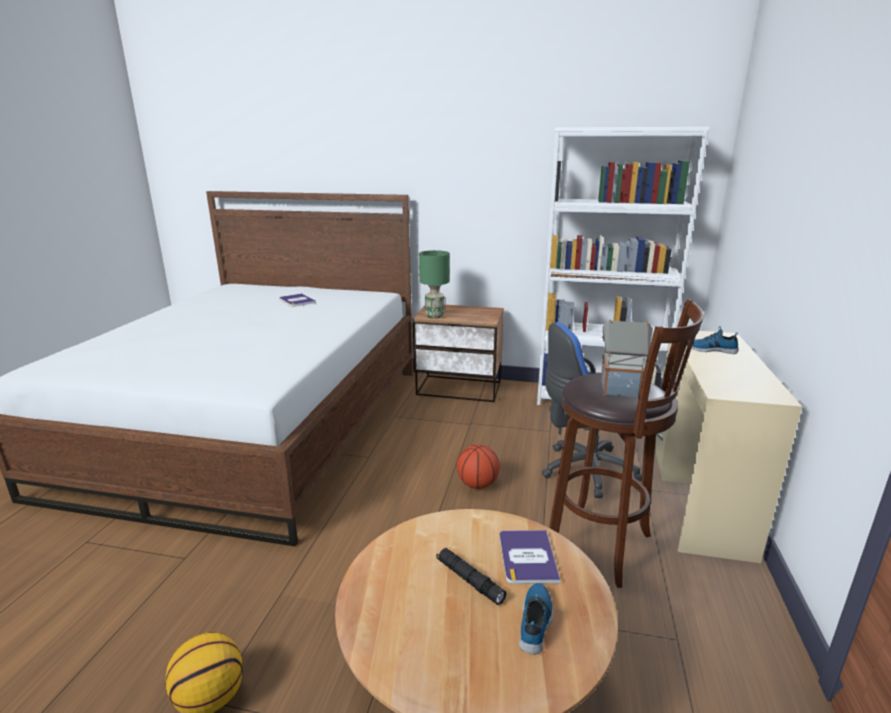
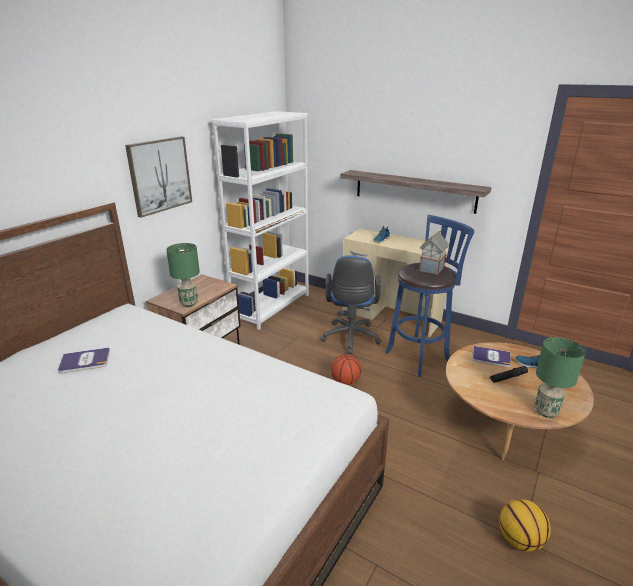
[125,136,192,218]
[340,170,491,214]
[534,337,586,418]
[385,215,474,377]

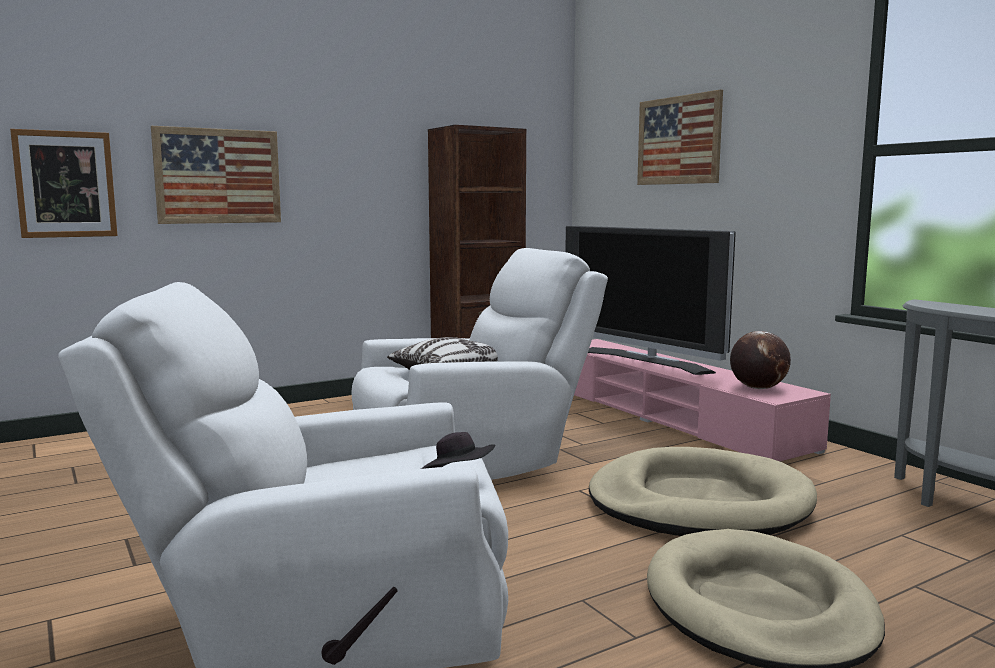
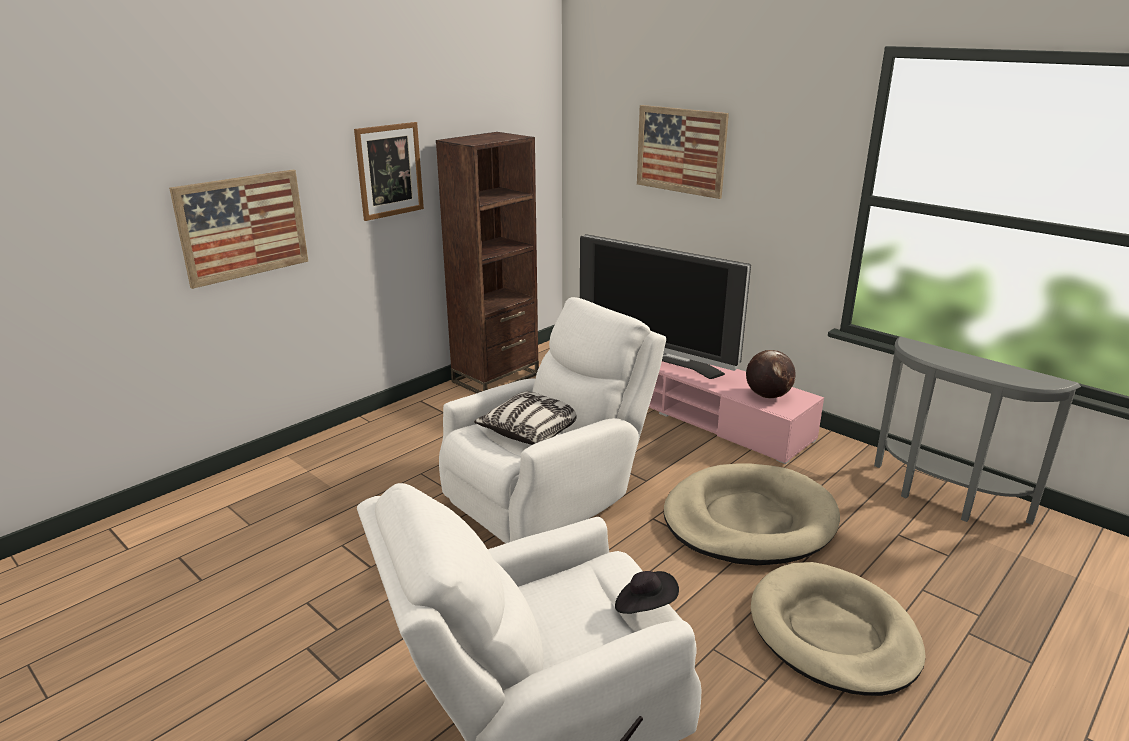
[354,122,424,221]

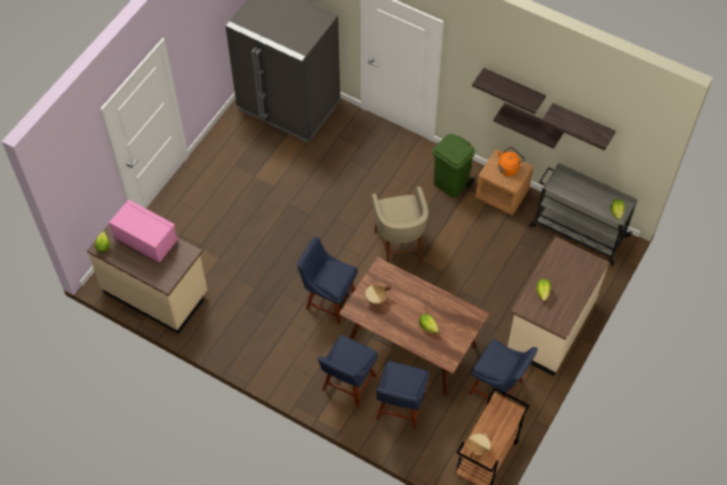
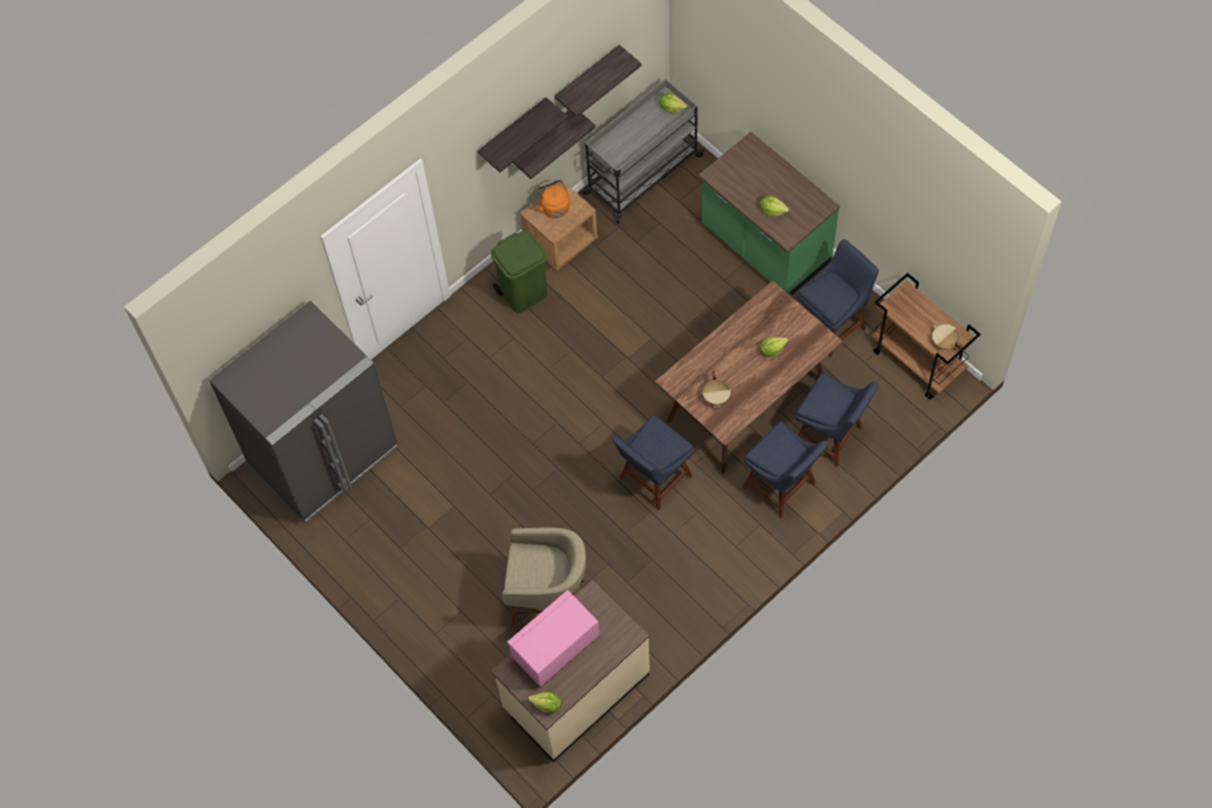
[502,528,586,626]
[699,132,840,295]

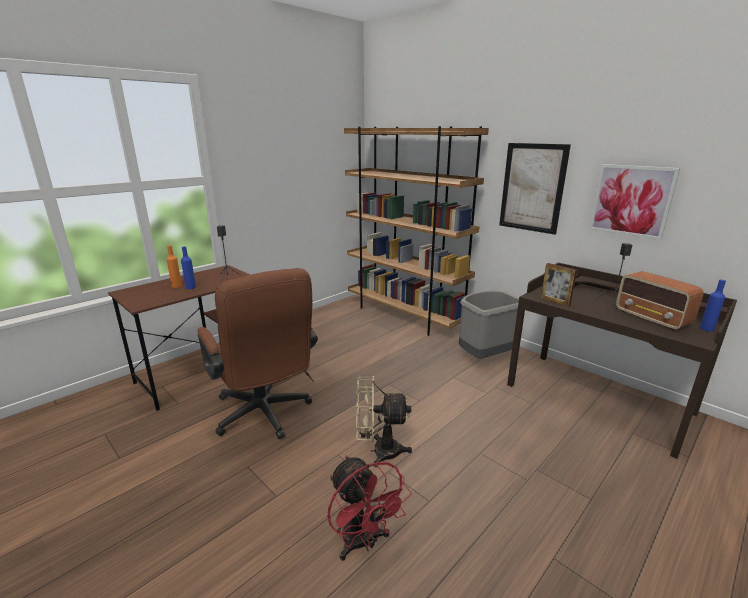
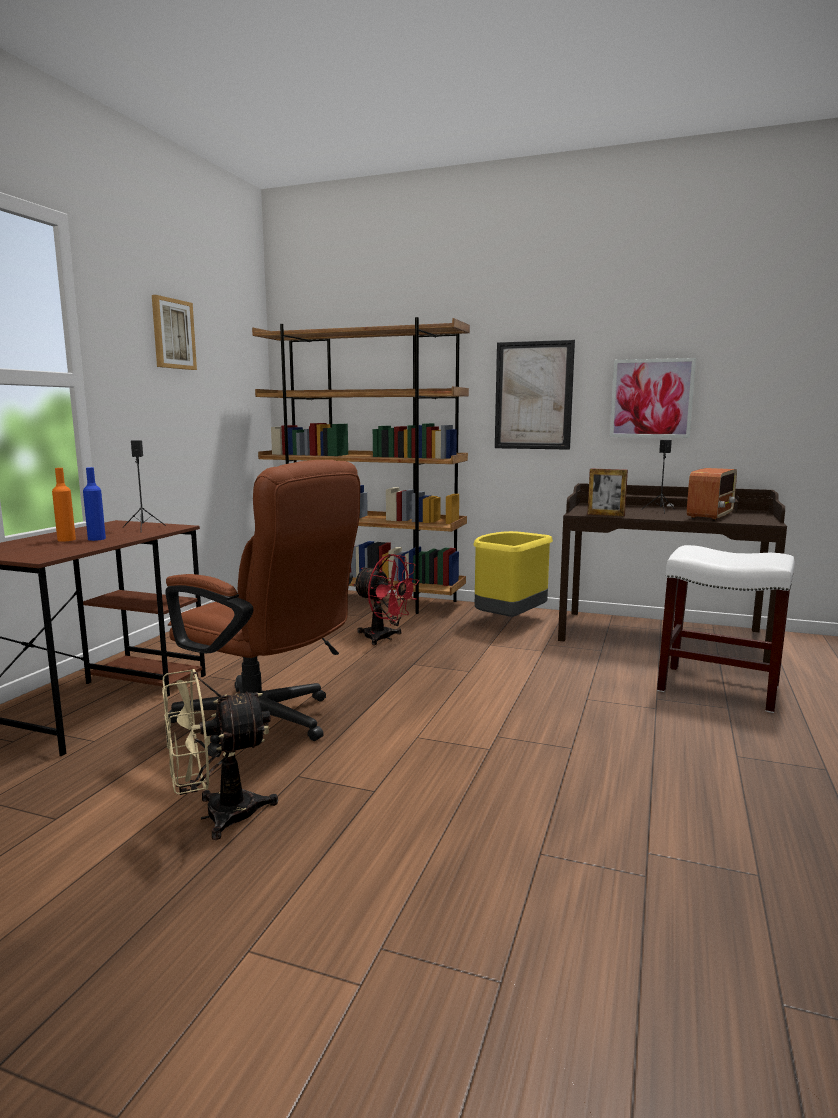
[700,280,726,331] (first image)
[152,295,197,370]
[657,545,795,713]
[352,554,419,645]
[162,669,278,840]
[474,531,553,617]
[687,468,737,521]

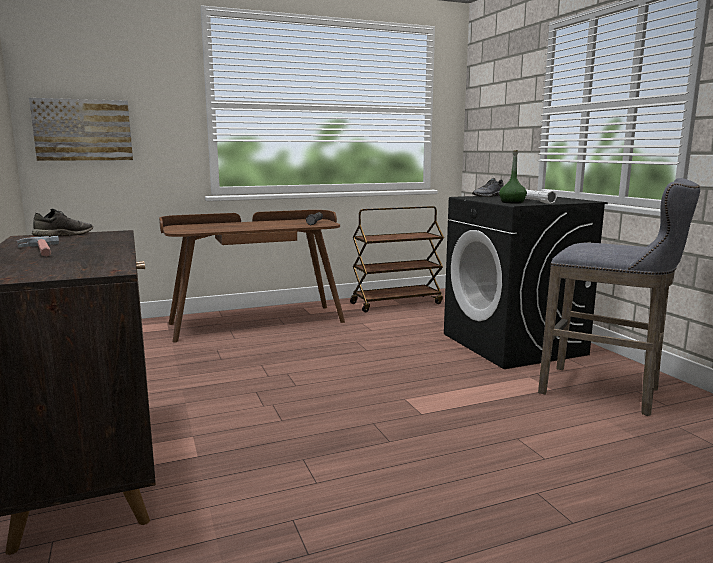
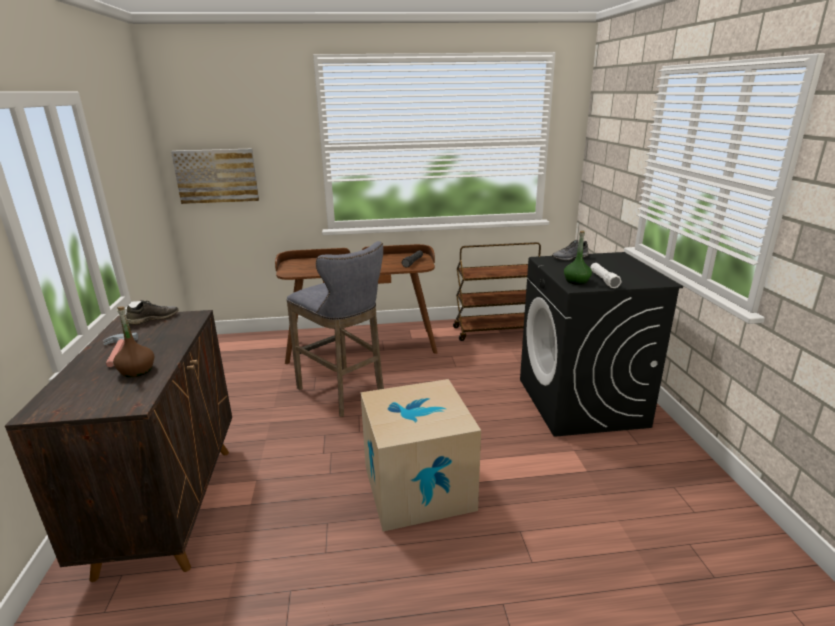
[113,306,154,377]
[360,379,481,532]
[287,241,384,417]

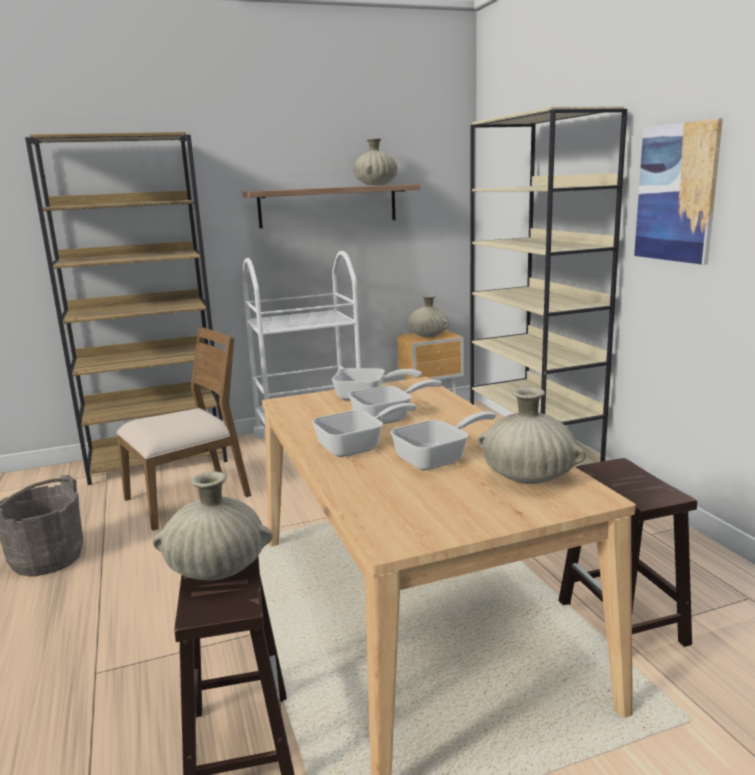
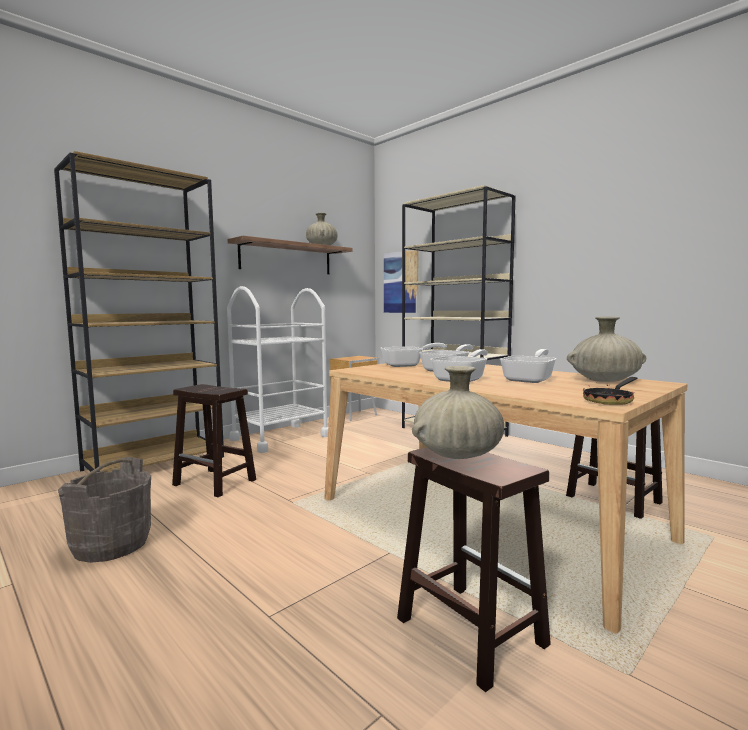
[407,295,449,337] (first image)
[583,377,637,405]
[384,250,418,313]
[172,384,256,497]

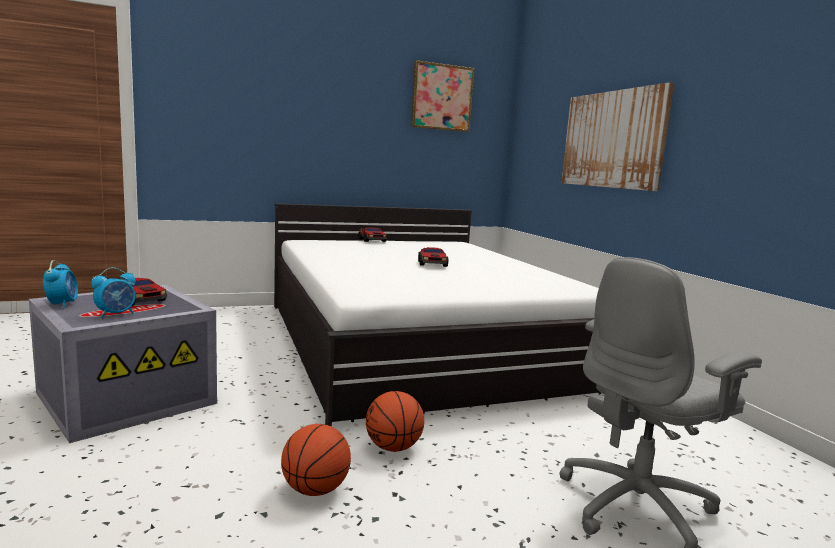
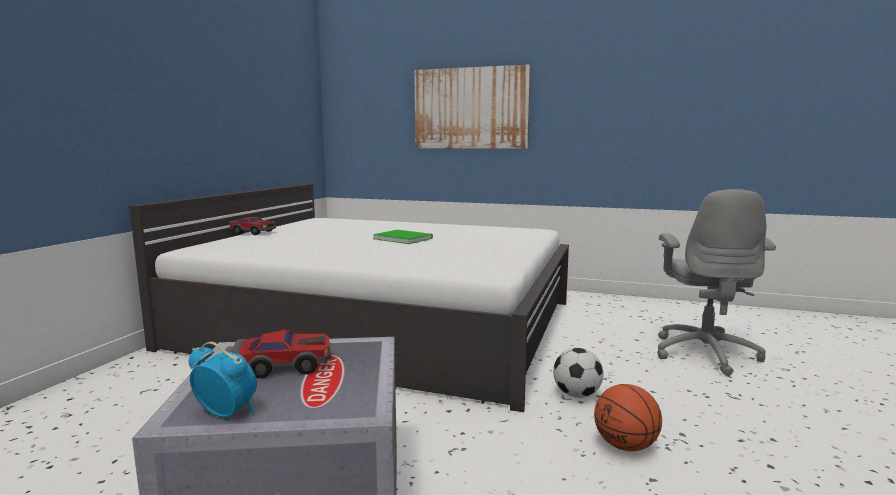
[91,267,135,318] (first image)
[411,60,474,132] (first image)
[553,348,603,398]
[373,230,433,244]

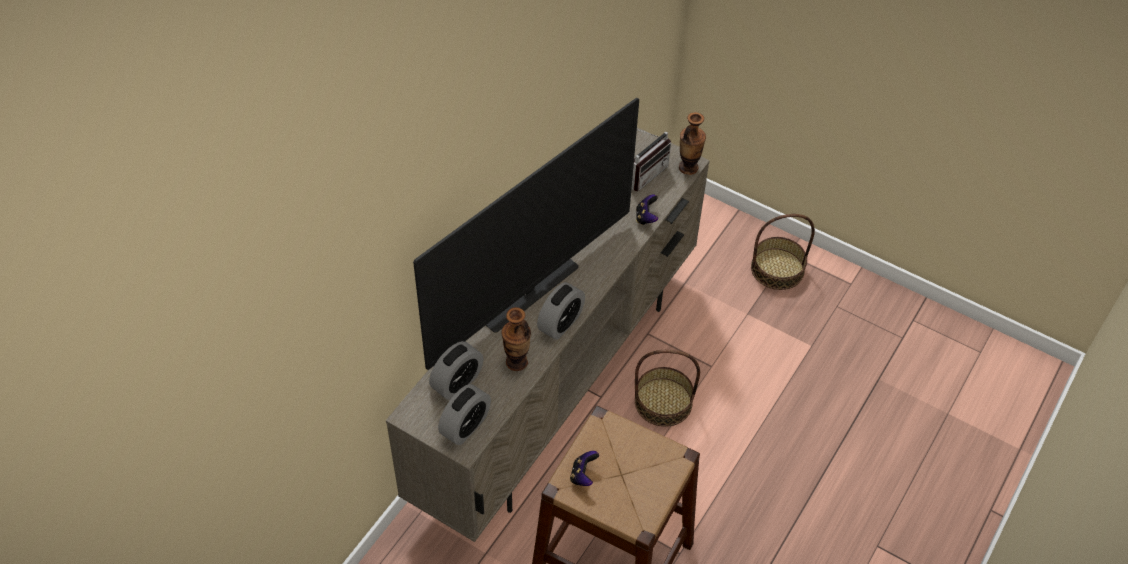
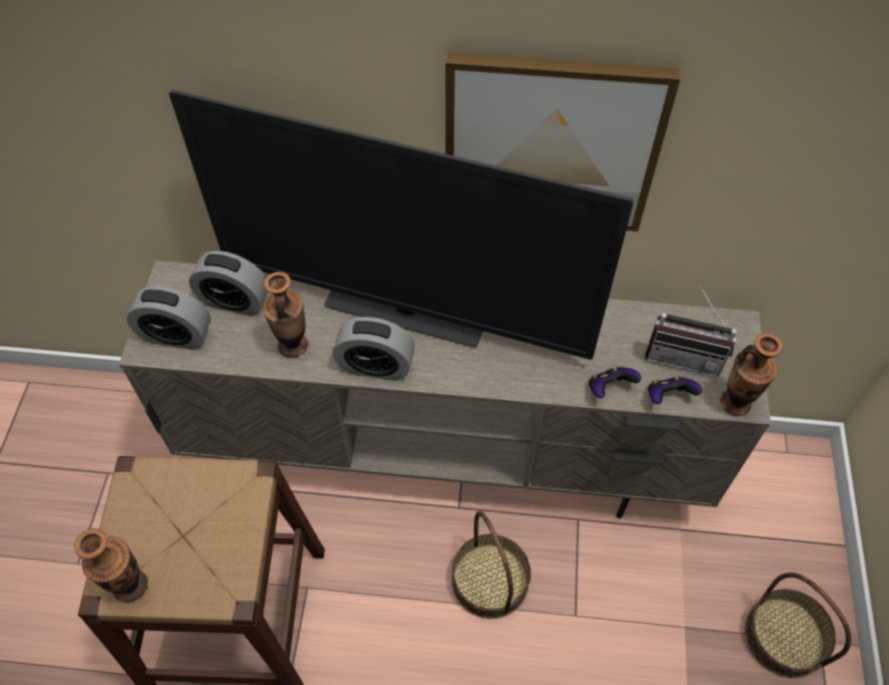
[74,529,148,603]
[445,52,680,231]
[648,376,702,404]

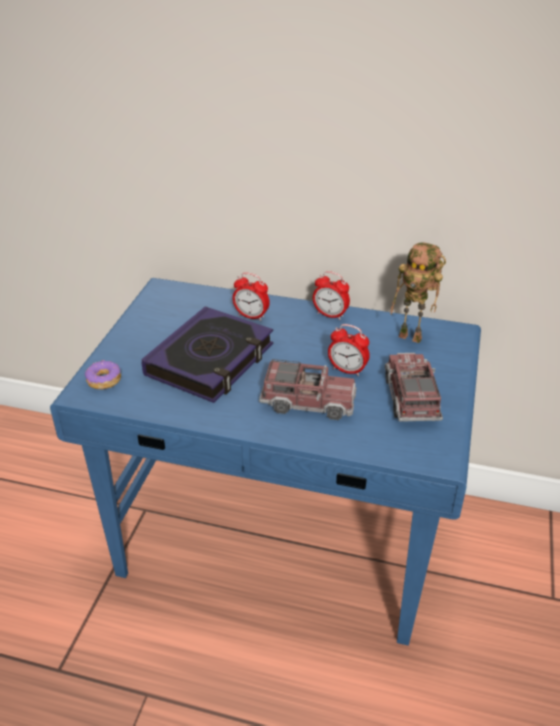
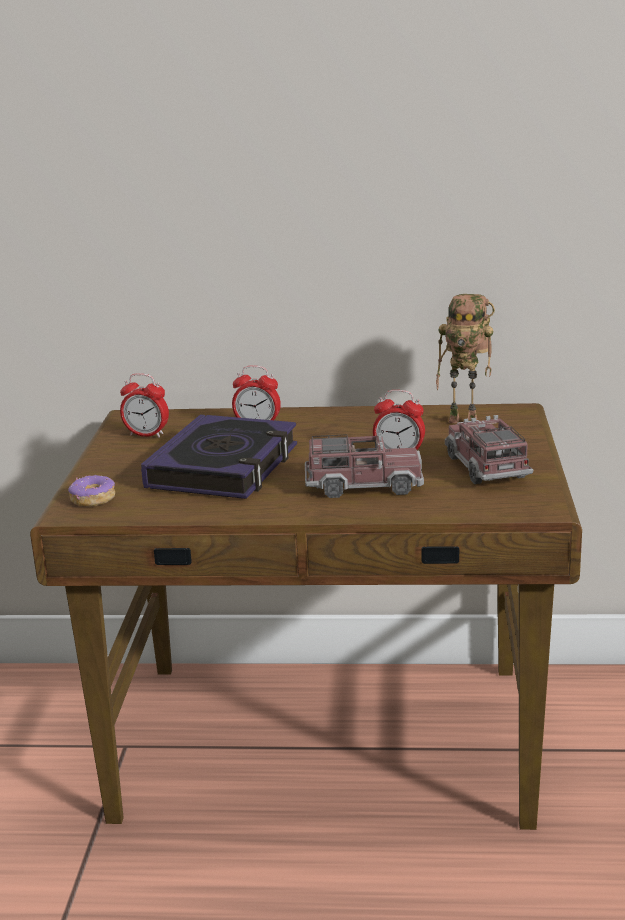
[120,373,169,438]
[30,403,582,830]

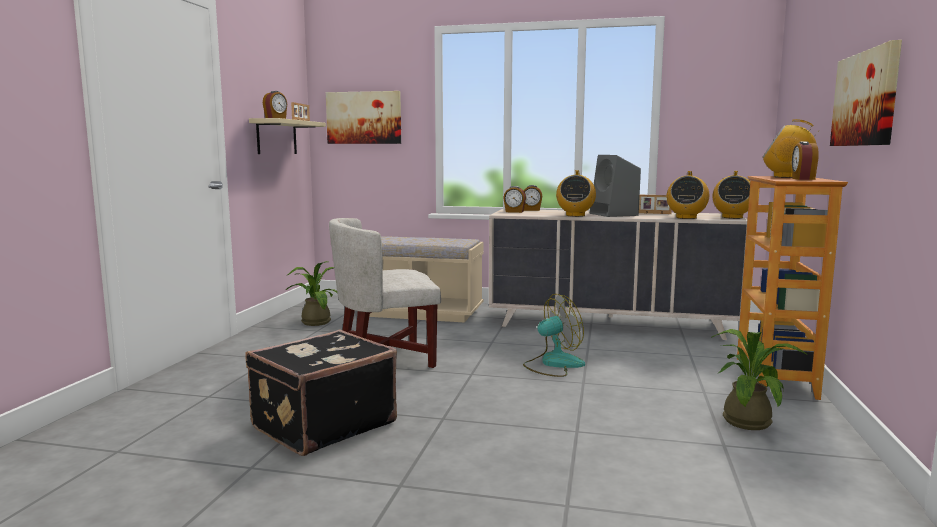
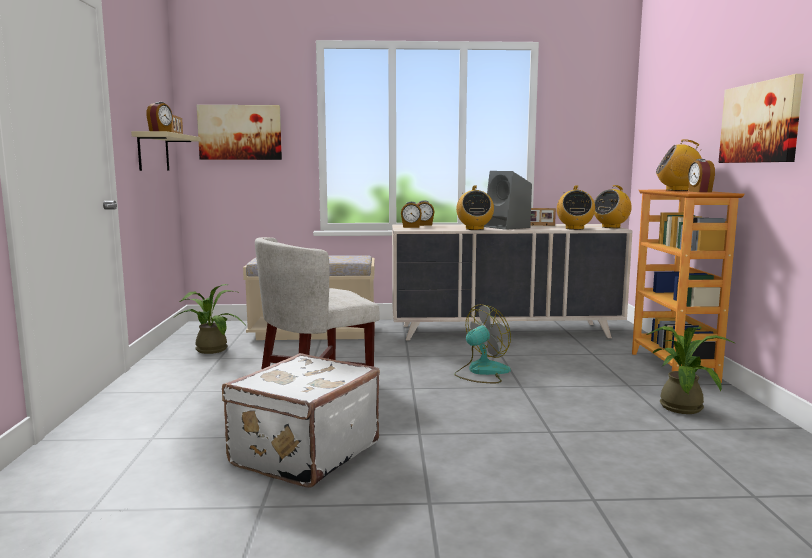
[222,353,380,488]
[594,185,632,228]

